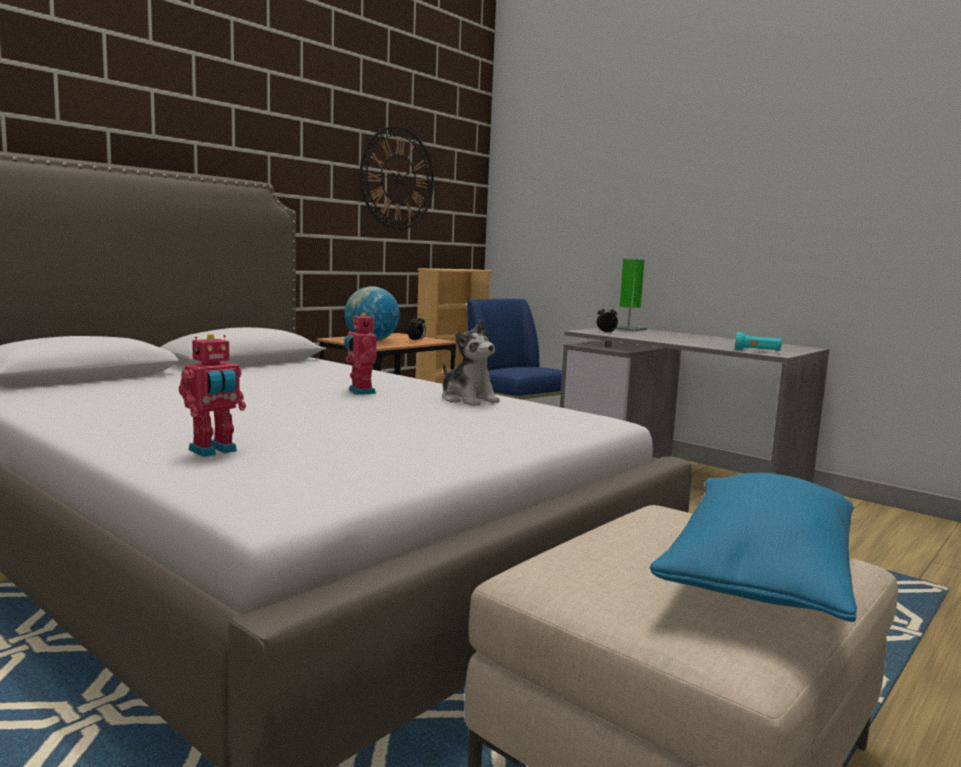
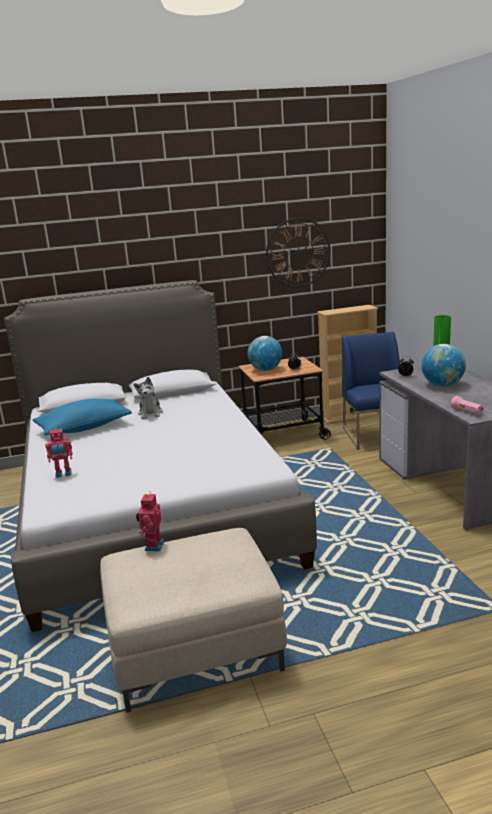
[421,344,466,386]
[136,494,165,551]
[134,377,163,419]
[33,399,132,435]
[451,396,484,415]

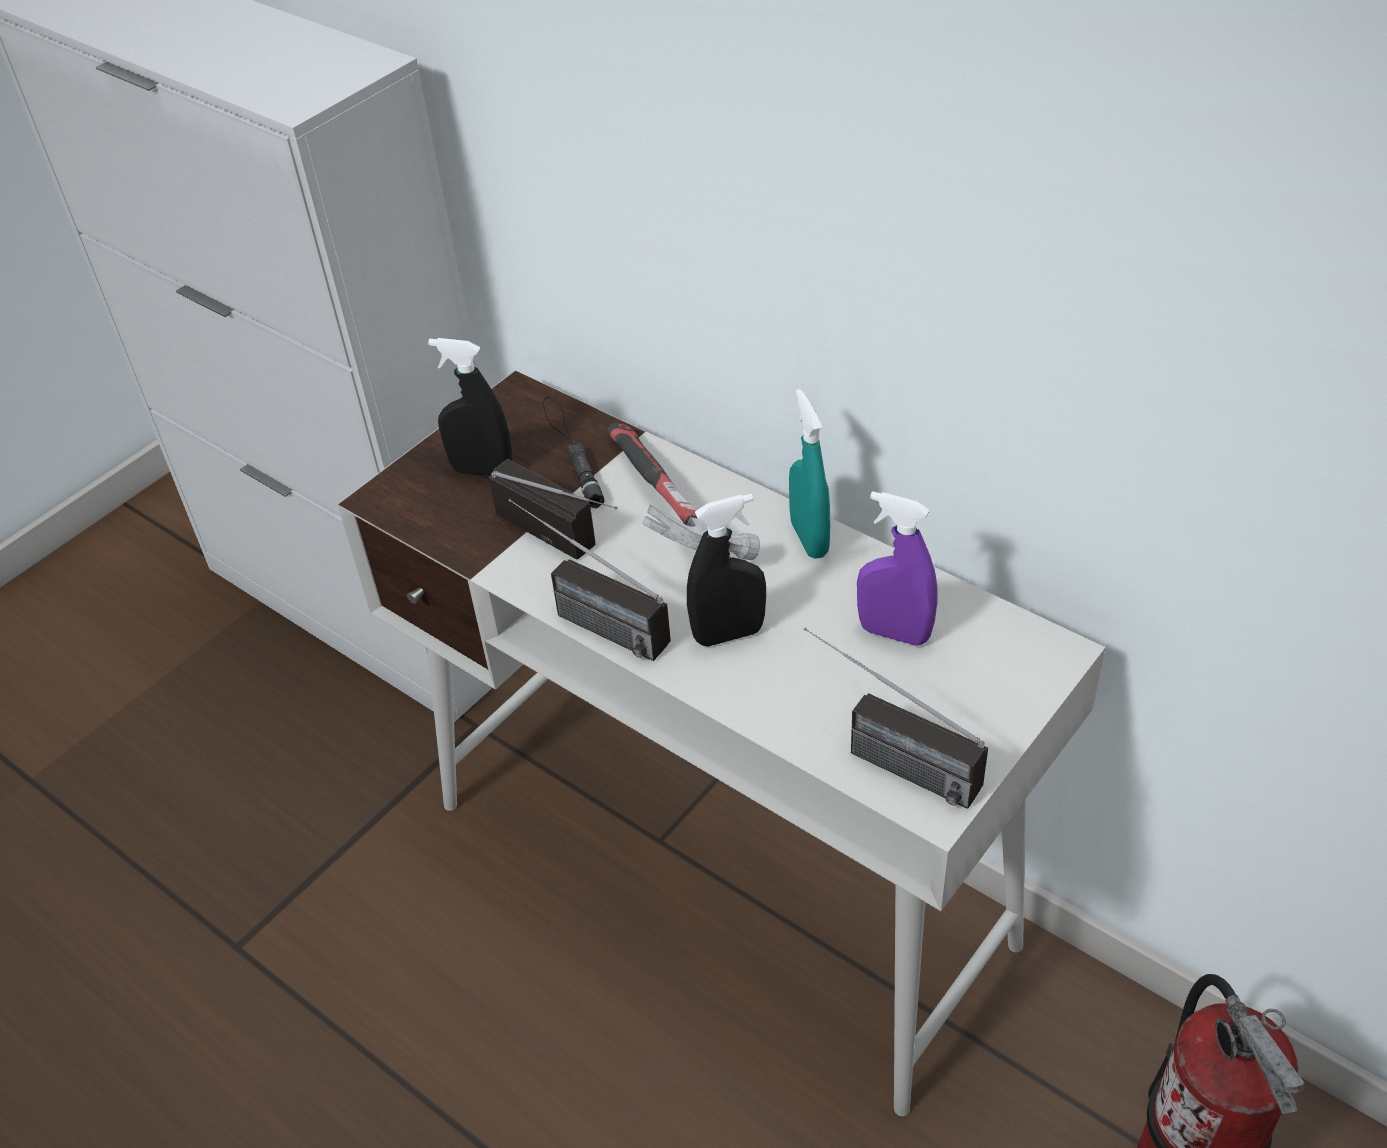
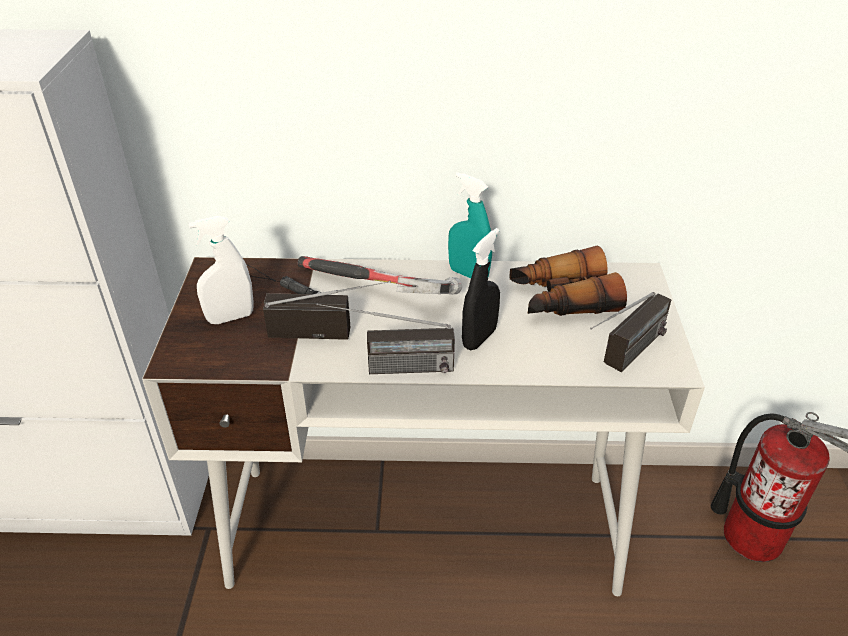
[509,246,627,316]
[188,216,254,324]
[590,292,671,372]

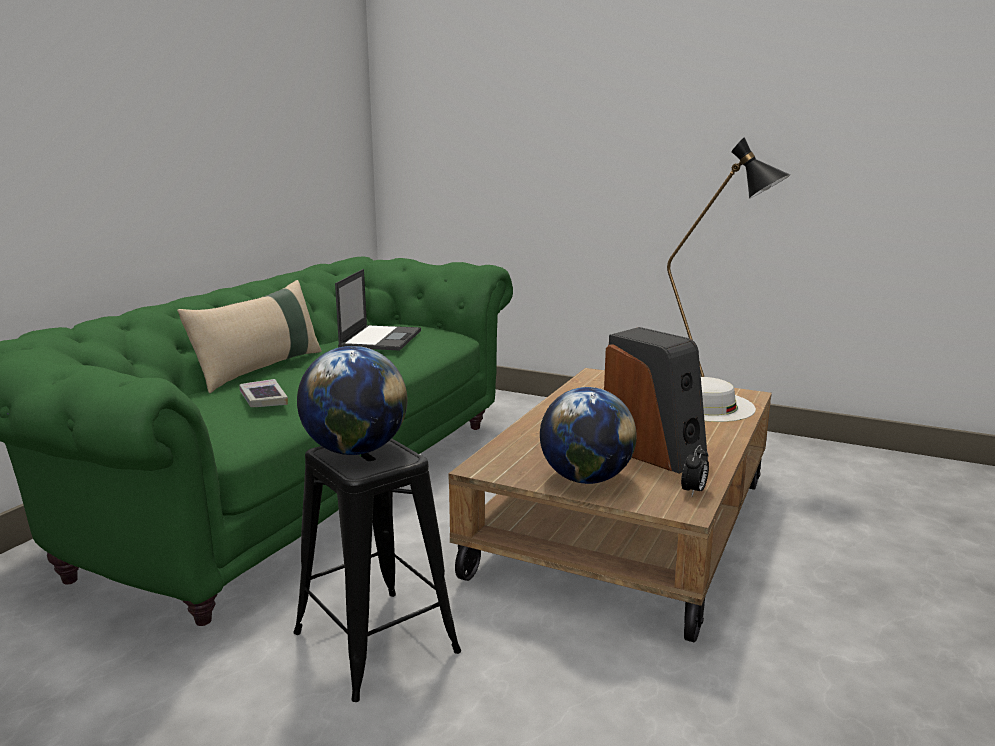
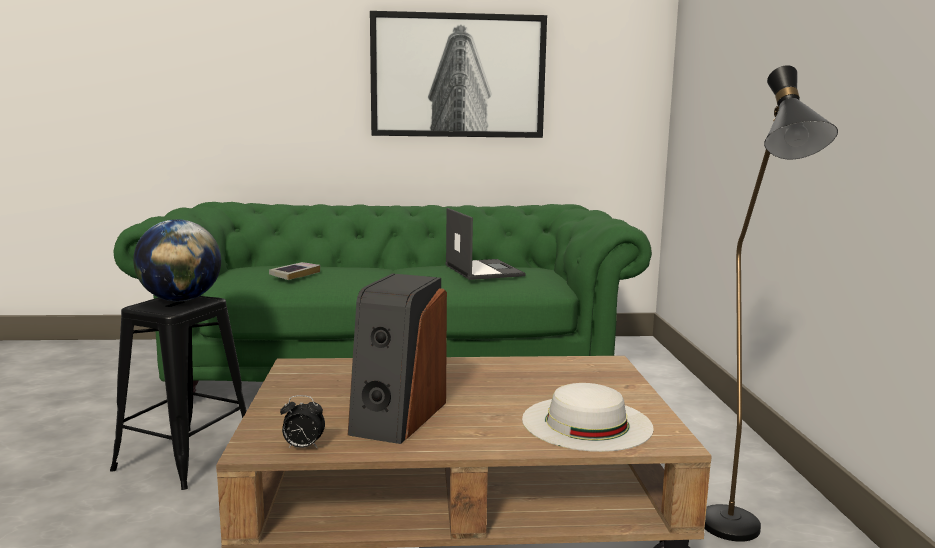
[177,280,322,393] (first image)
[540,387,636,484] (first image)
[370,11,547,138]
[445,208,526,280]

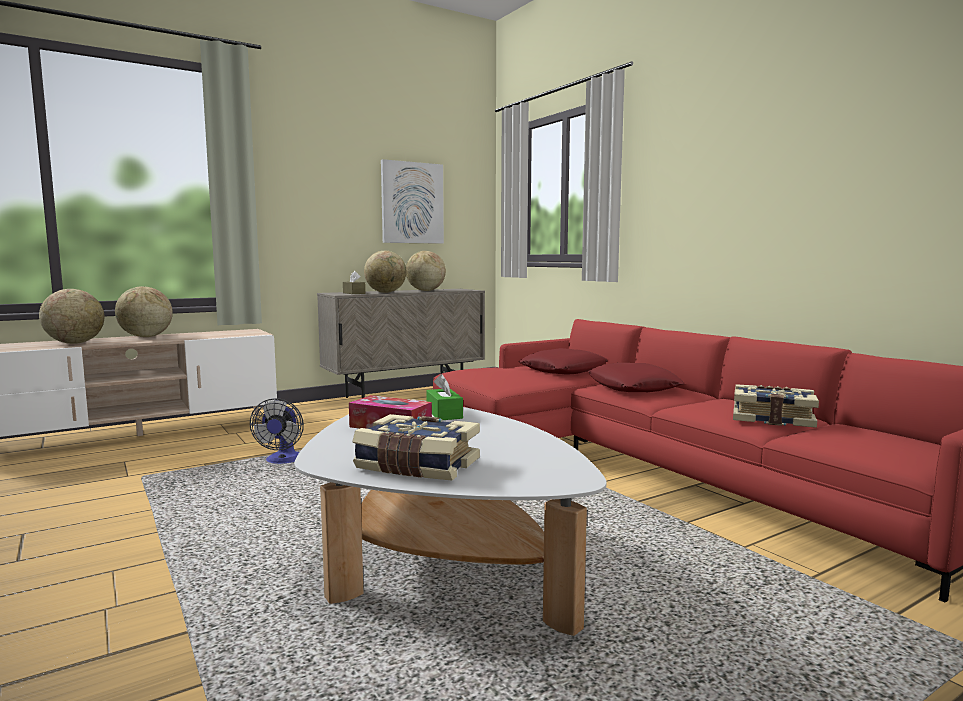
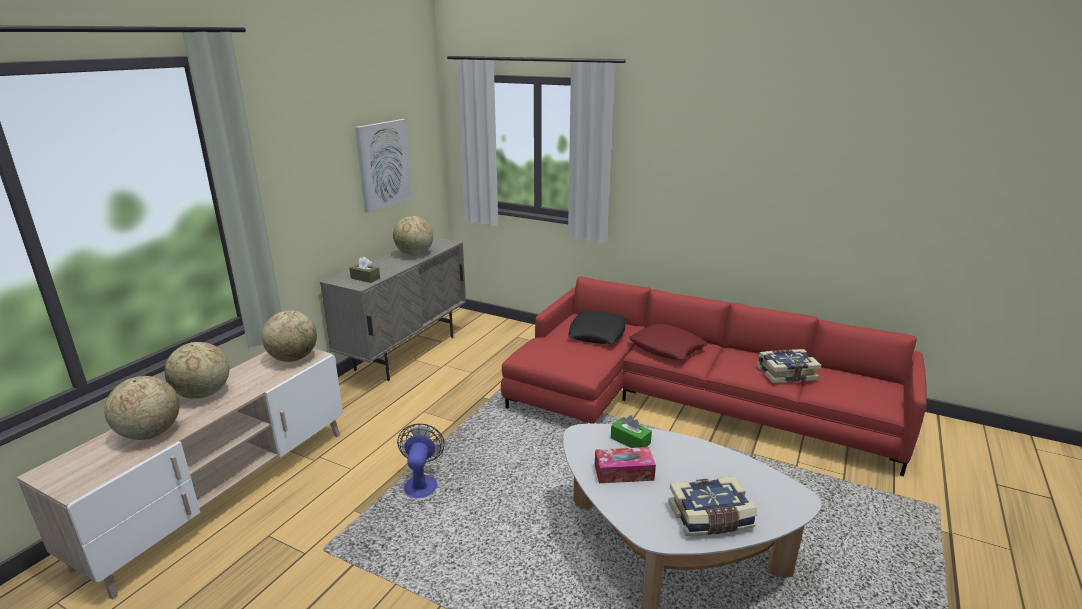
[262,310,317,362]
[568,311,626,344]
[397,423,445,498]

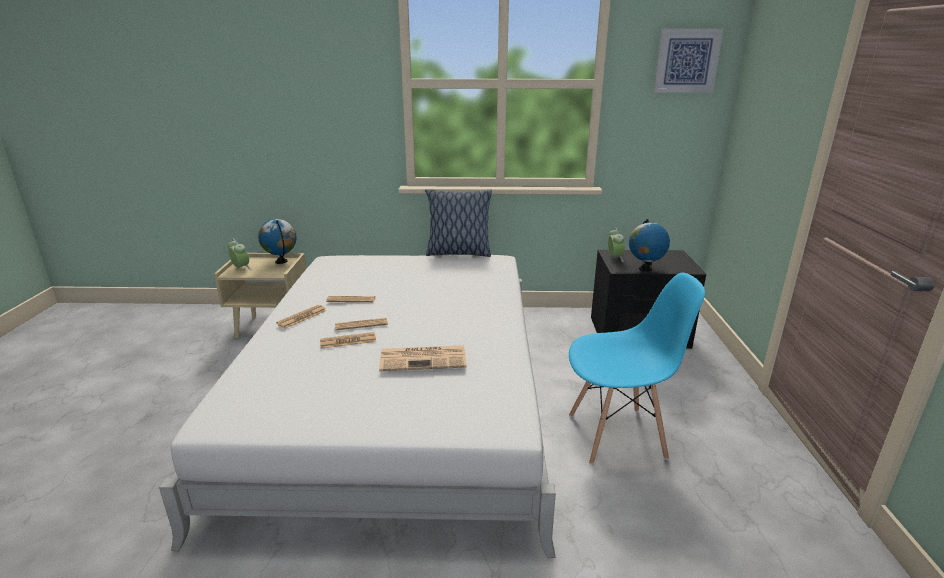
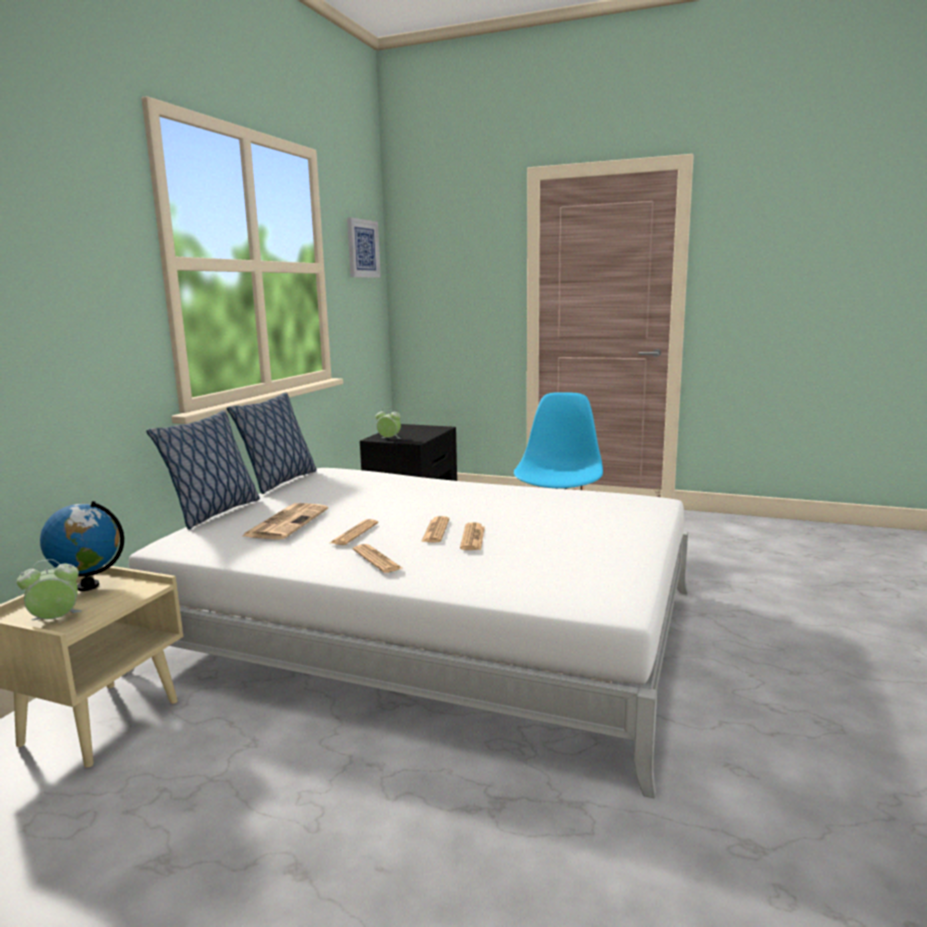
[629,219,670,271] (first image)
[146,410,260,530]
[243,503,328,540]

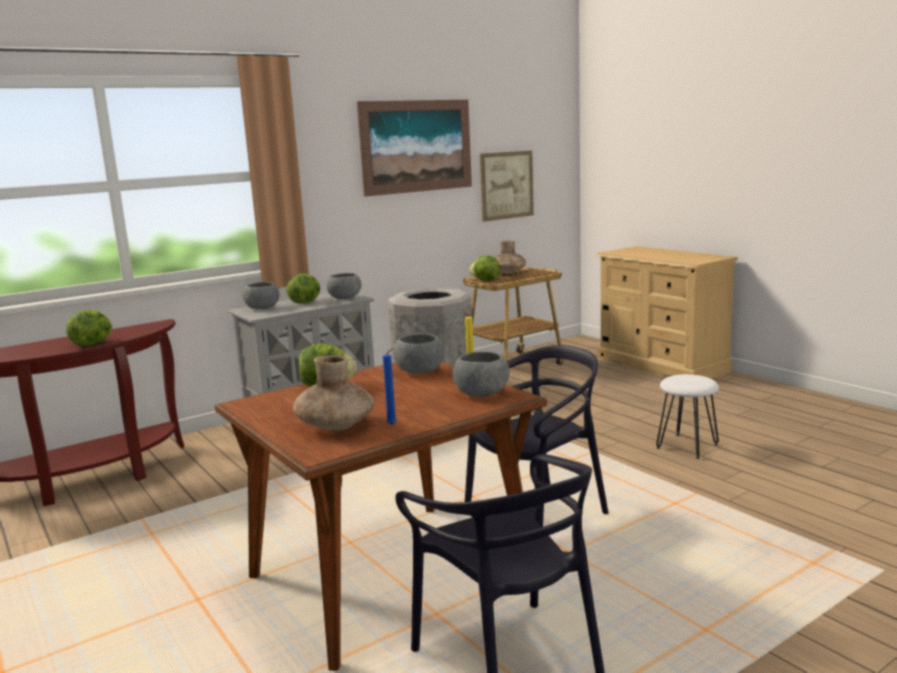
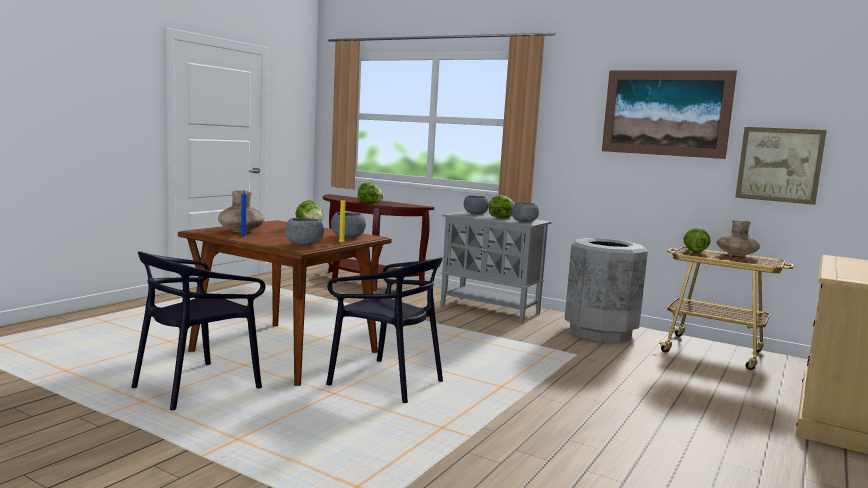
[656,374,719,459] (first image)

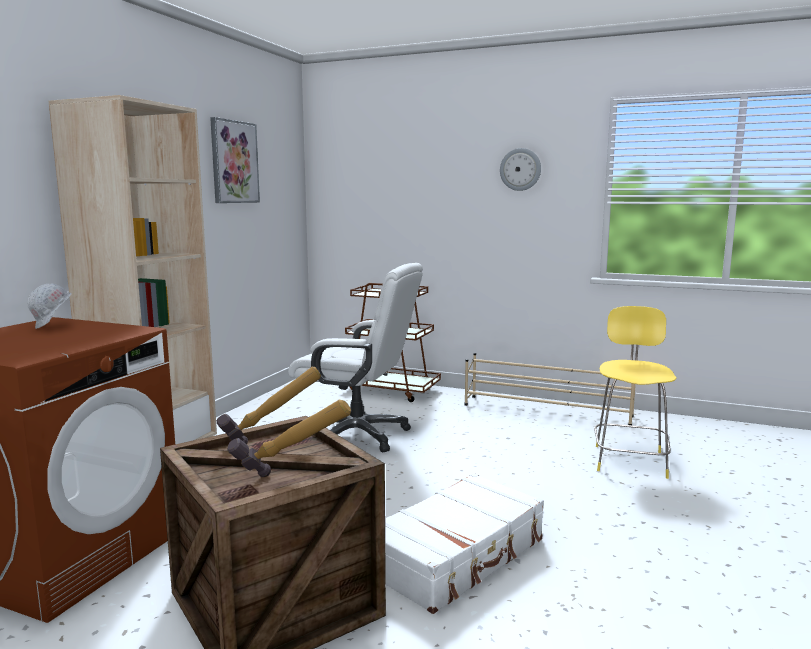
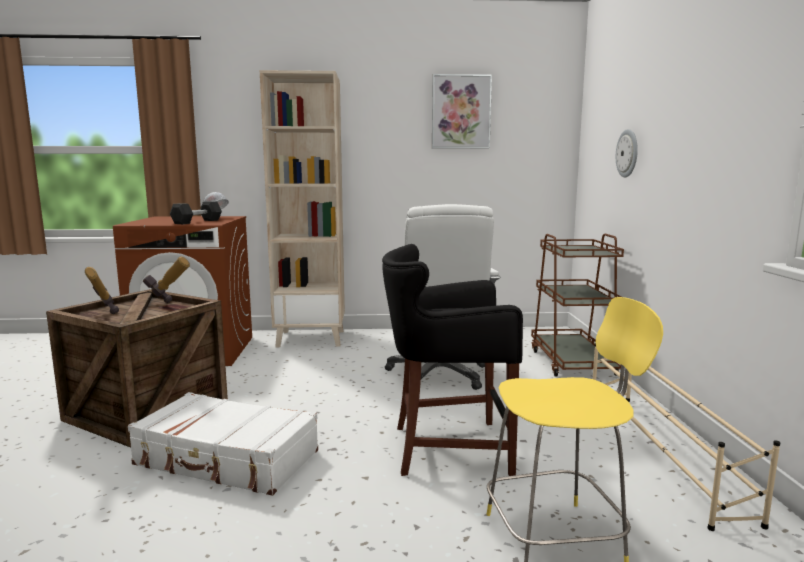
[170,201,222,224]
[382,244,523,476]
[616,129,638,177]

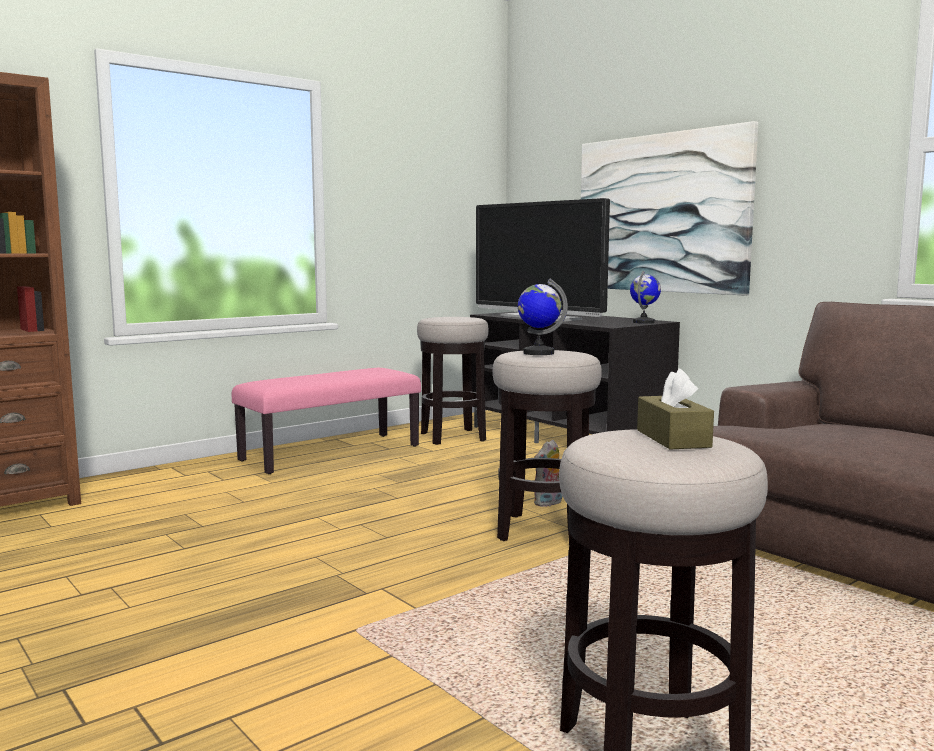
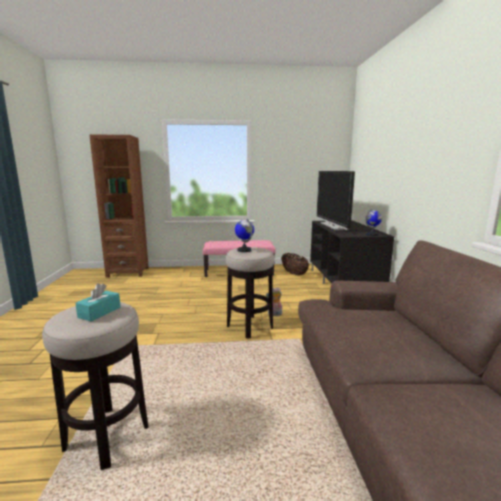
[581,121,758,296] (first image)
[281,253,309,275]
[75,283,121,321]

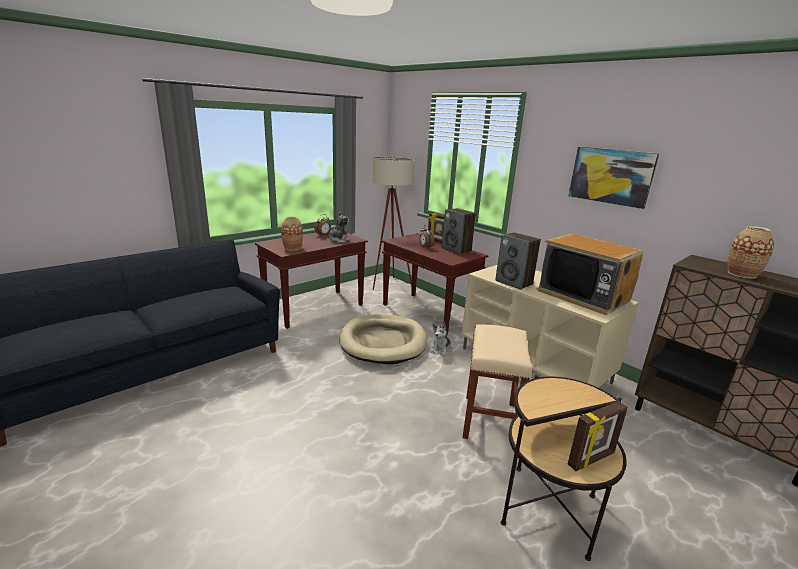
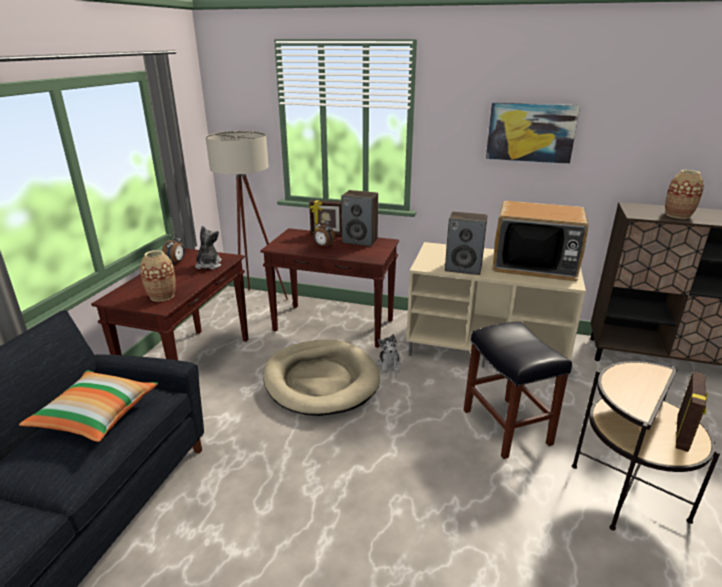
[19,370,158,442]
[464,322,572,459]

